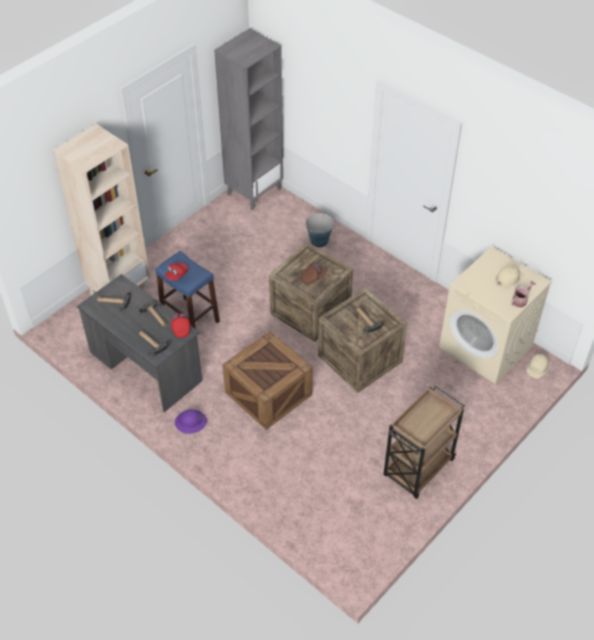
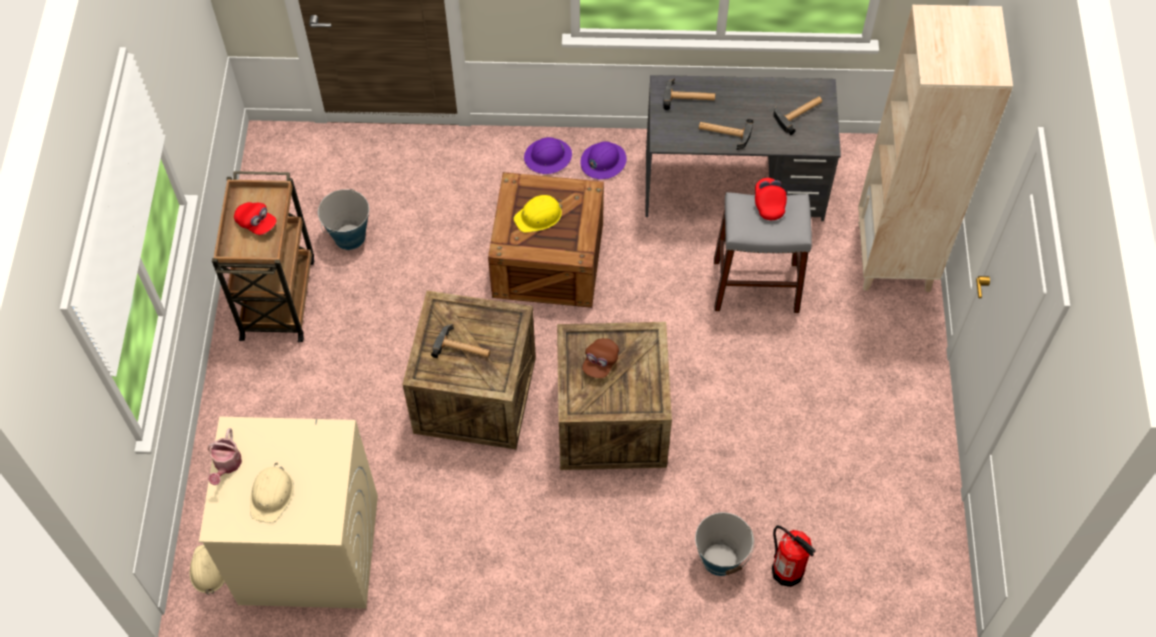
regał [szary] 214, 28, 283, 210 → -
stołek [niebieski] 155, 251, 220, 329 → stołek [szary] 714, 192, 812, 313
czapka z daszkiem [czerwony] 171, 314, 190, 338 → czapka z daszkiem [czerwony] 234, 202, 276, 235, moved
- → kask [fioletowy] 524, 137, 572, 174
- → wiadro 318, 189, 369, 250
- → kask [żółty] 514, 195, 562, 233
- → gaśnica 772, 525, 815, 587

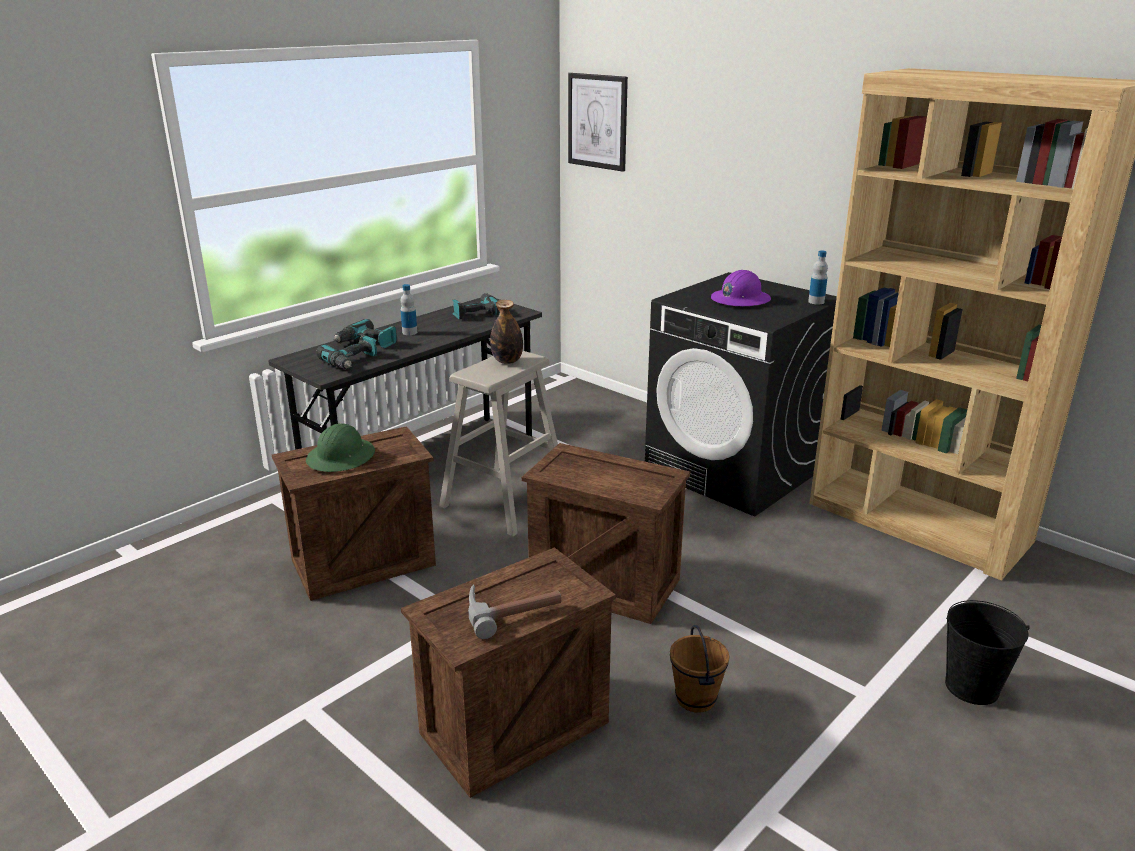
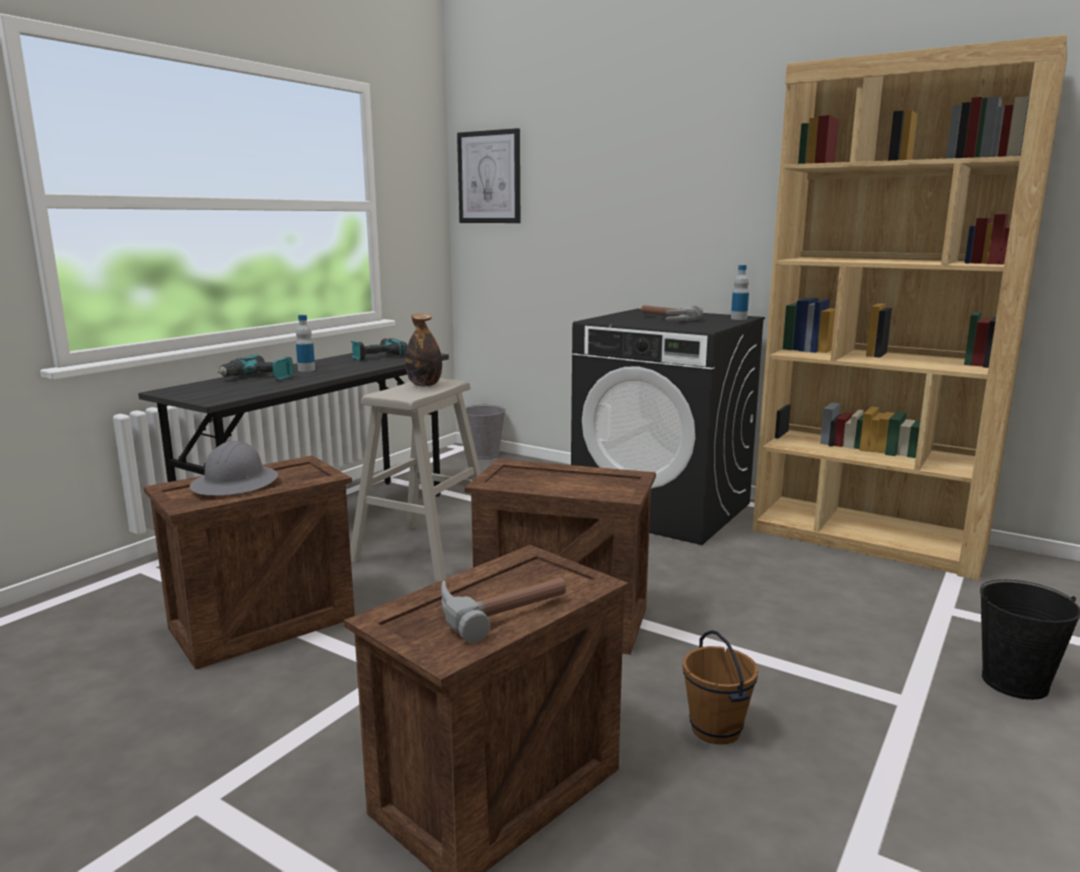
kask [fioletowy] 711, 270, 771, 306 → młotek 641, 305, 703, 321
wiertarka 316, 335, 378, 370 → -
kask [zielony] 306, 424, 375, 472 → kask [szary] 190, 441, 278, 496
- → wiadro [szary] 466, 405, 506, 460

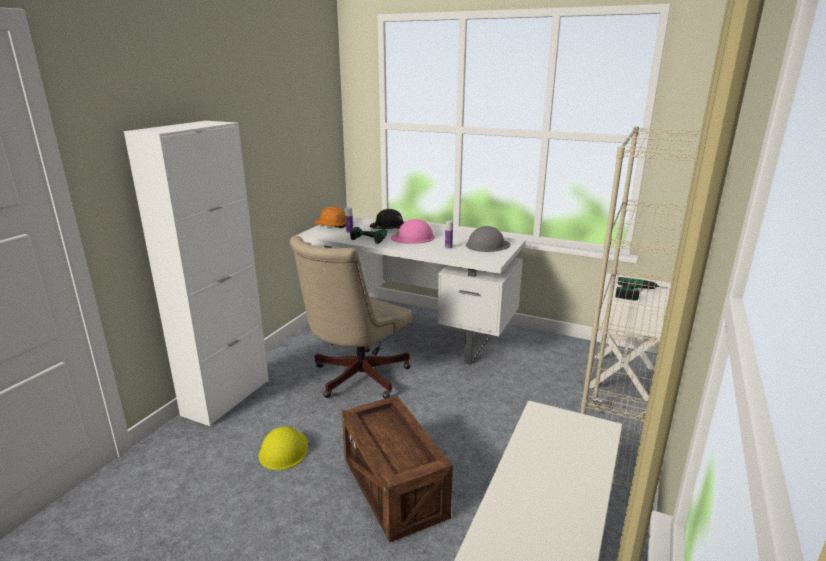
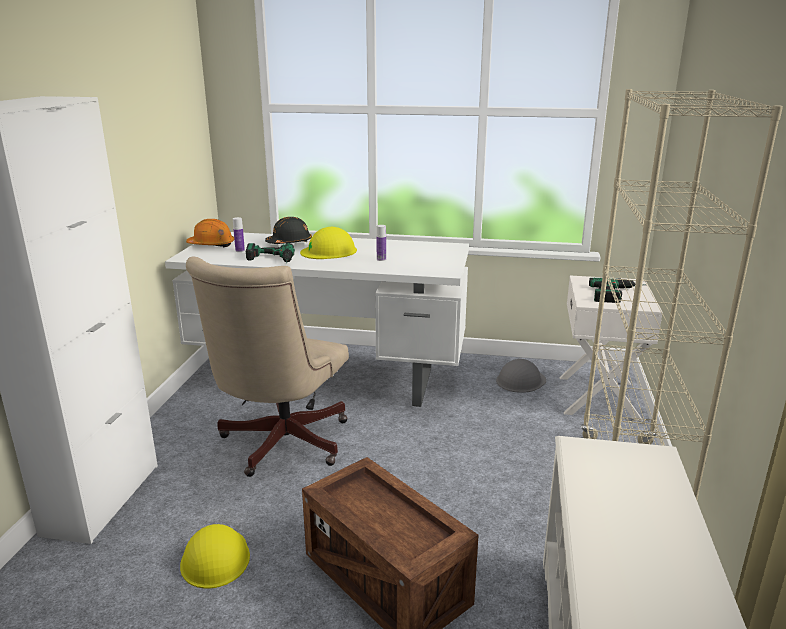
kask [różowy] 391, 219, 435, 243 → kask [żółty] 300, 227, 357, 259
kask [szary] 466, 226, 510, 252 → kask [szary] 496, 359, 546, 393, moved

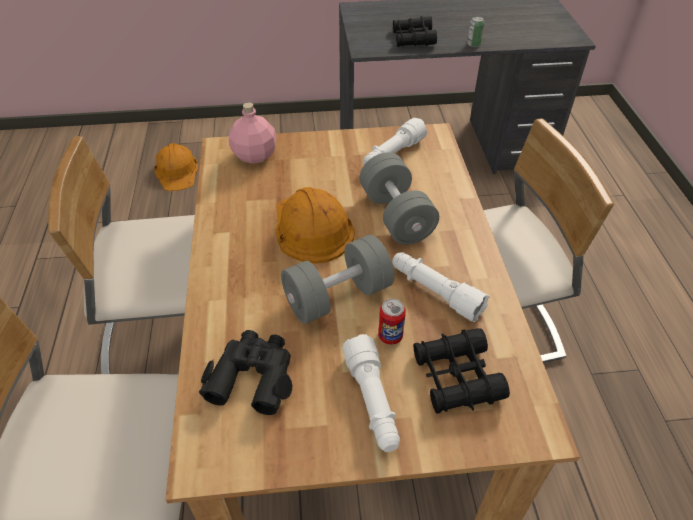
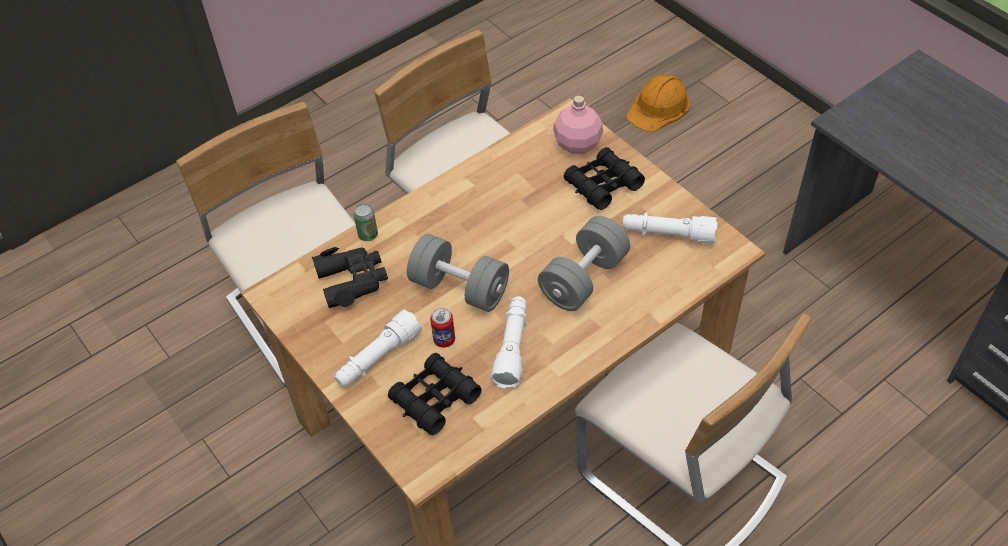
lornetka [czarny] 393, 16, 437, 47 → lornetka [czarny] 564, 147, 645, 210, moved
puszka 467, 16, 484, 47 → puszka 354, 204, 378, 241, moved
kask [pomarańczowy] 276, 187, 355, 264 → -

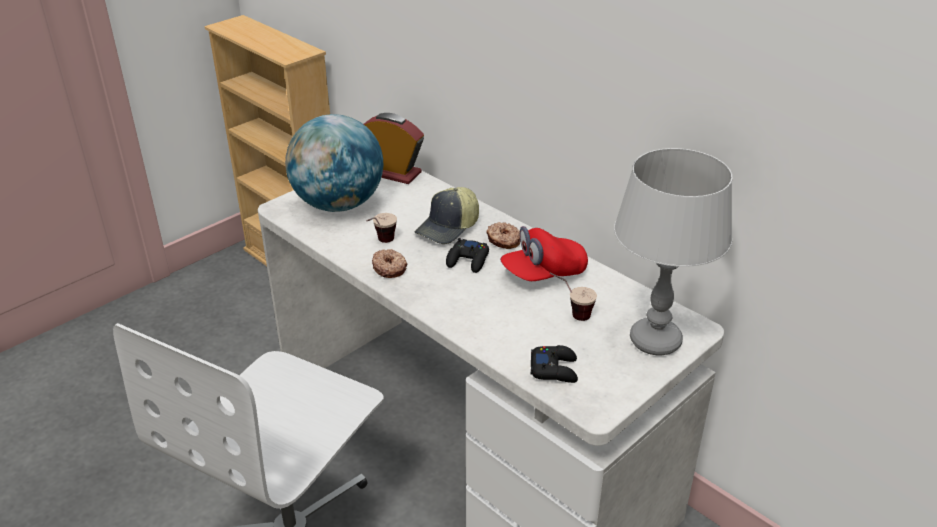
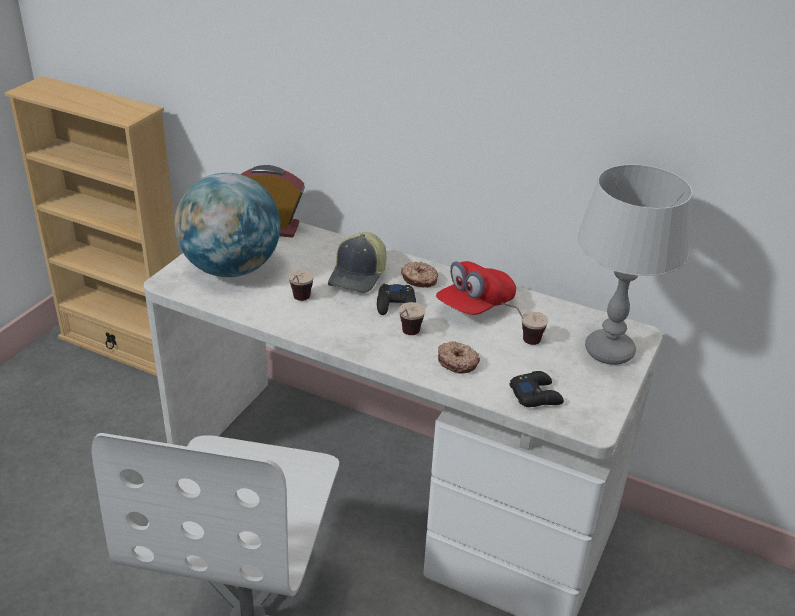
donut 372, 249, 408, 278 → donut 438, 341, 480, 374, moved
- → filiżanka 399, 302, 425, 335

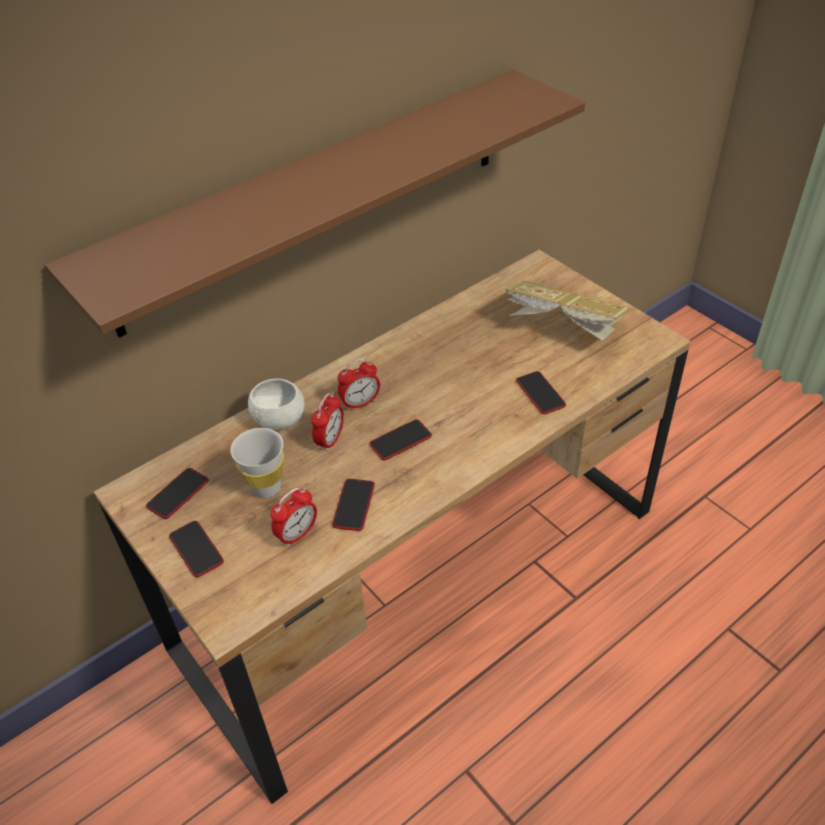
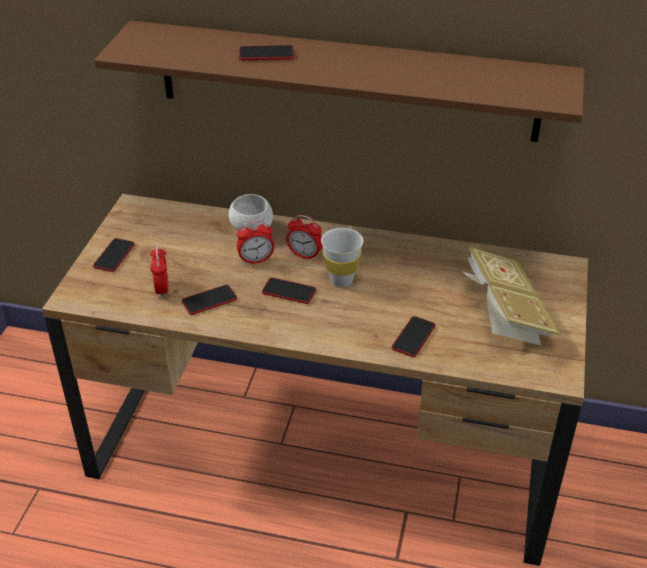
filiżanka [biały] 230, 428, 284, 499 → filiżanka [biały] 321, 228, 363, 287, moved
telefon 146, 468, 209, 519 → telefon 239, 45, 294, 60, moved
budzik 270, 488, 317, 547 → budzik 150, 245, 168, 298, 105 degrees counterclockwise

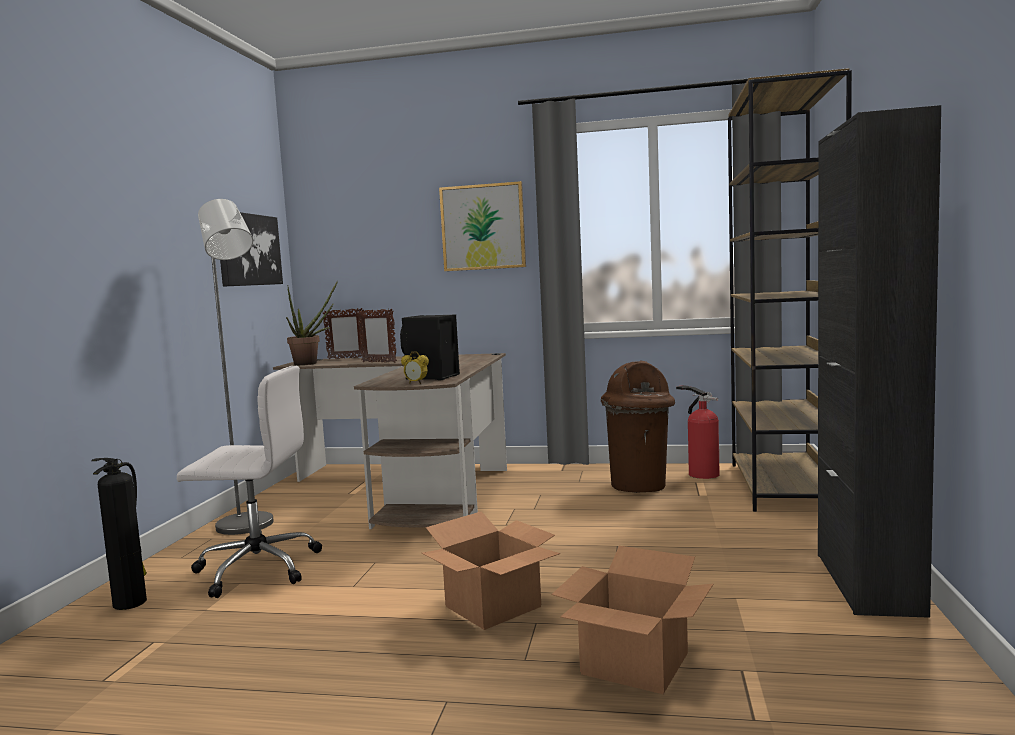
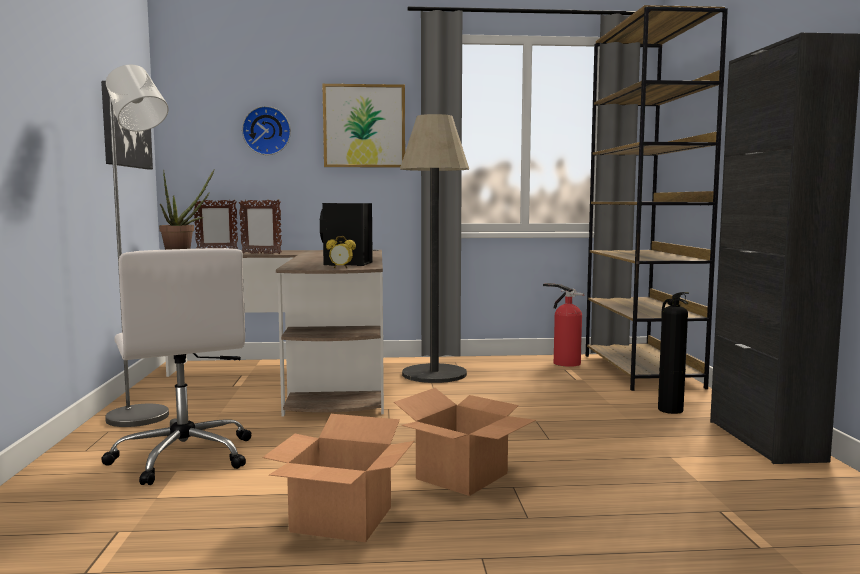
kosz na śmieci [brązowy] 601, 360, 675, 493 → -
krzesło biurowe [biały] 177, 366, 322, 598 → krzesło biurowe [biały] 101, 248, 252, 485, 75 degrees clockwise
gaśnica 92, 458, 147, 610 → gaśnica 658, 292, 689, 414, moved
karton 551, 546, 714, 694 → karton 262, 414, 414, 542, moved
- → zegar ścienny 242, 106, 291, 155
- → lampa stojąca 400, 114, 469, 383

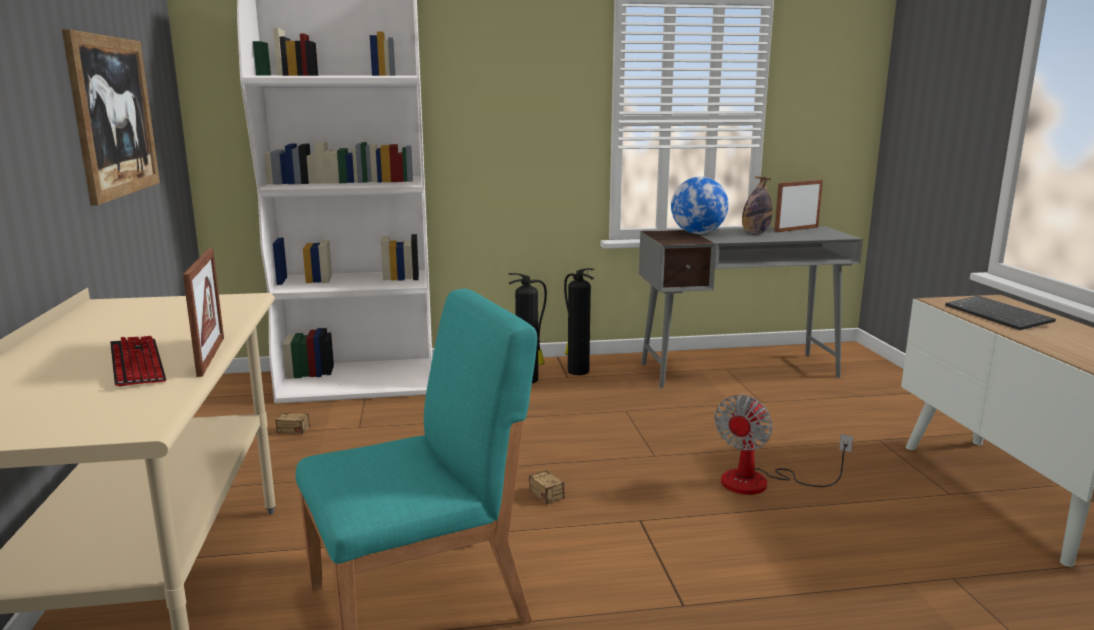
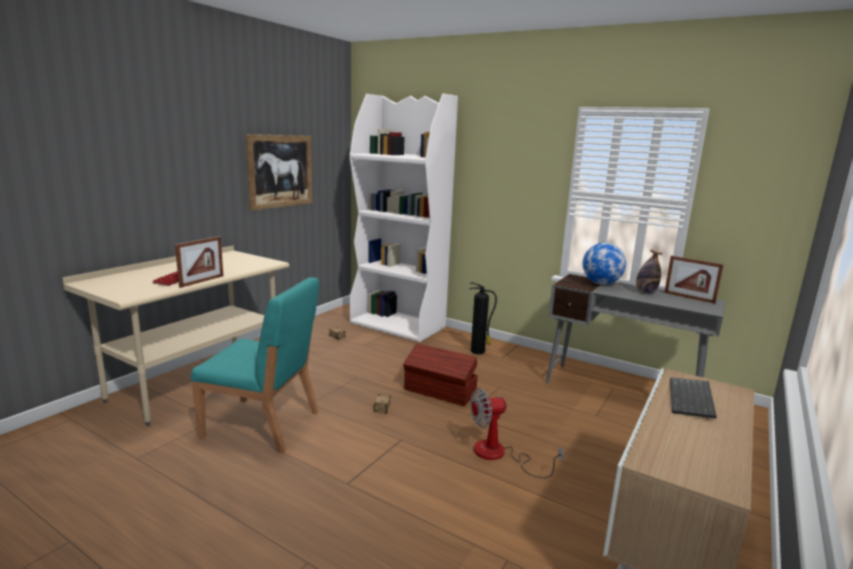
ramka na zdjęcie 774, 180, 823, 233 → ramka na zdjęcie 664, 256, 724, 304, 150 degrees counterclockwise
gaśnica 564, 268, 594, 375 → -
- → pojemnik do przechowywania [brązowy] 403, 343, 478, 406

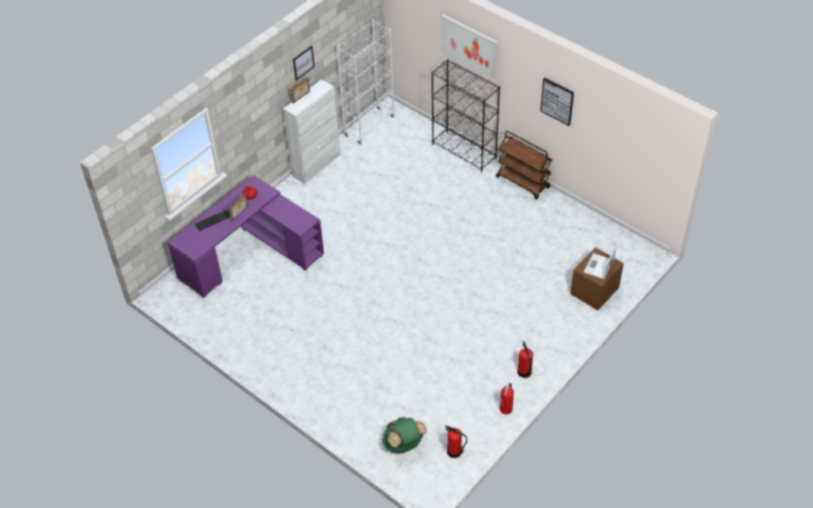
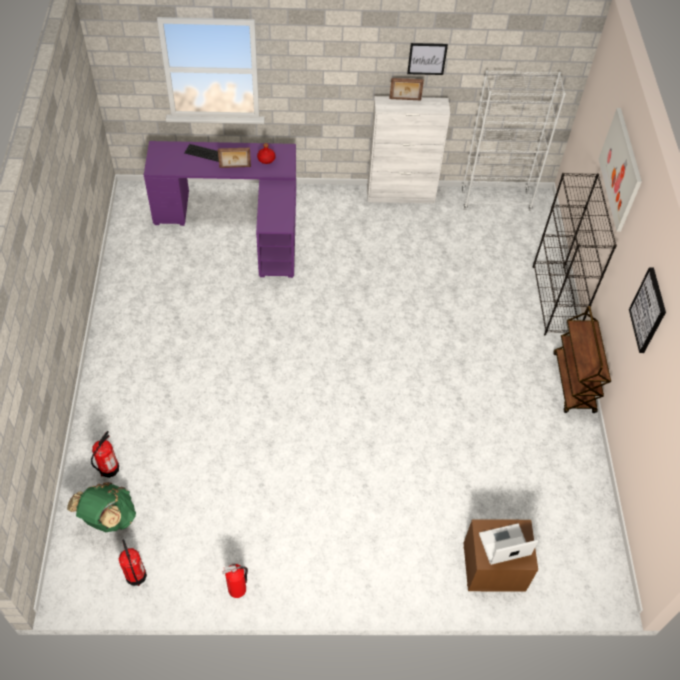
gaśnica 517, 341, 533, 378 → gaśnica 91, 431, 119, 478, moved

